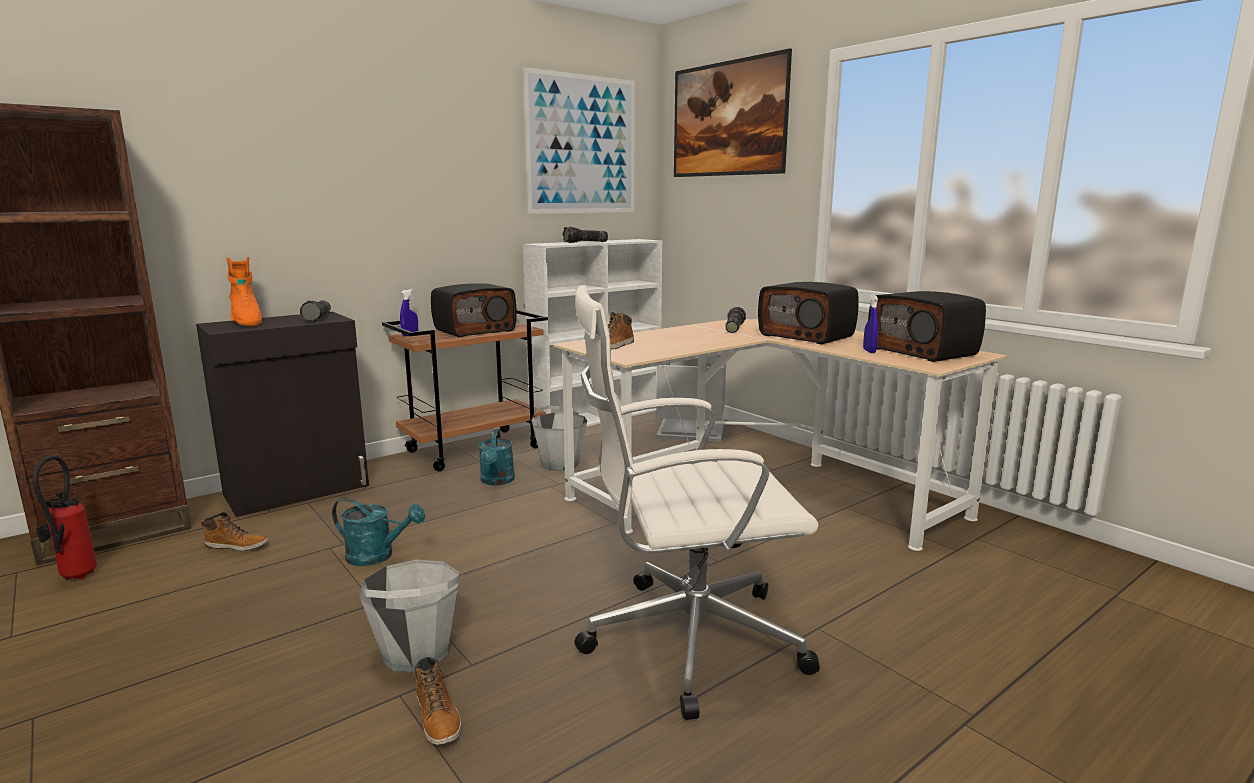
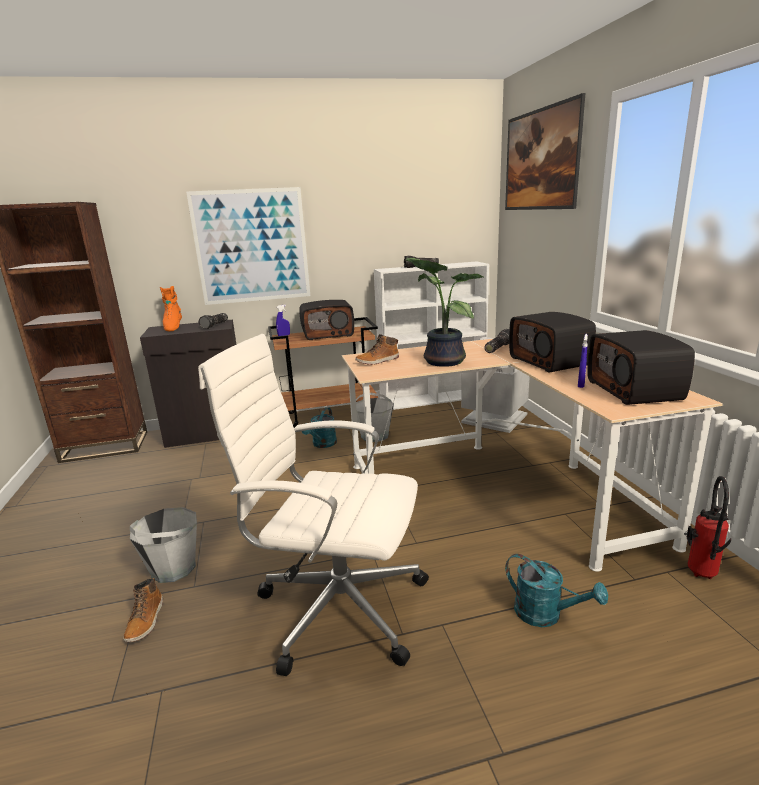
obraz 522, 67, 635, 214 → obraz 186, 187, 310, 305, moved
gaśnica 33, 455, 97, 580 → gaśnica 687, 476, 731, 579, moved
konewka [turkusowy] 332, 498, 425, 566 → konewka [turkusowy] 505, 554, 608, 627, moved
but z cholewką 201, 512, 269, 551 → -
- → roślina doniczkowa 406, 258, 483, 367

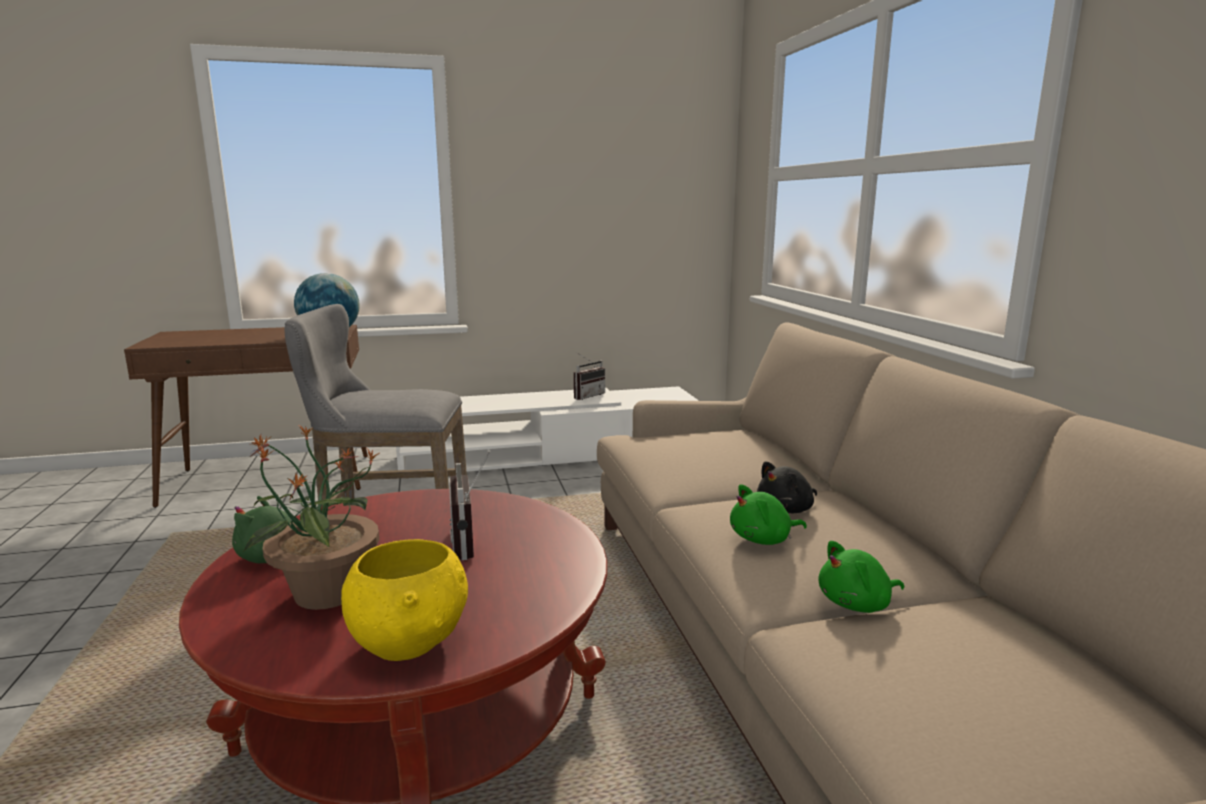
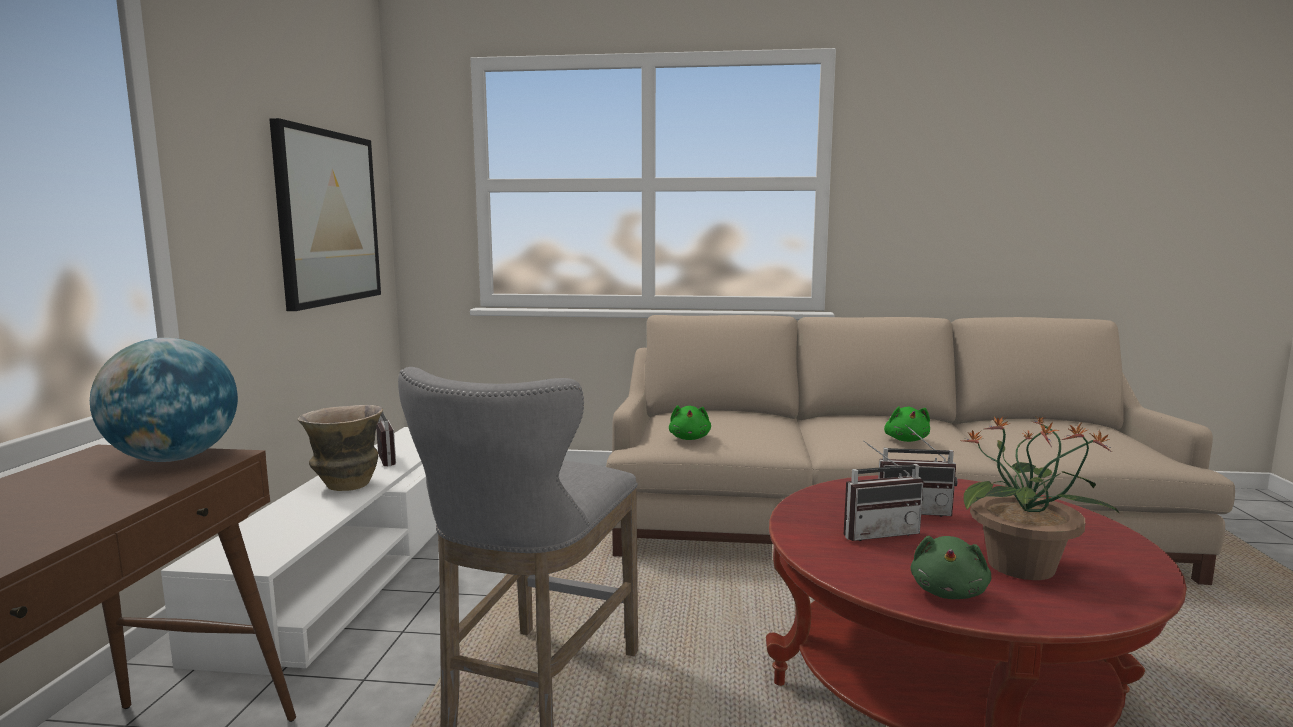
pluszak [czarny] 757, 461, 817, 513 → -
miska [żółty] 341, 539, 468, 661 → -
pluszak [zielony] 818, 541, 904, 613 → pluszak [zielony] 669, 405, 711, 440, moved
- → obraz 269, 118, 381, 311
- → wazon 297, 405, 383, 491
- → radio 844, 441, 924, 541

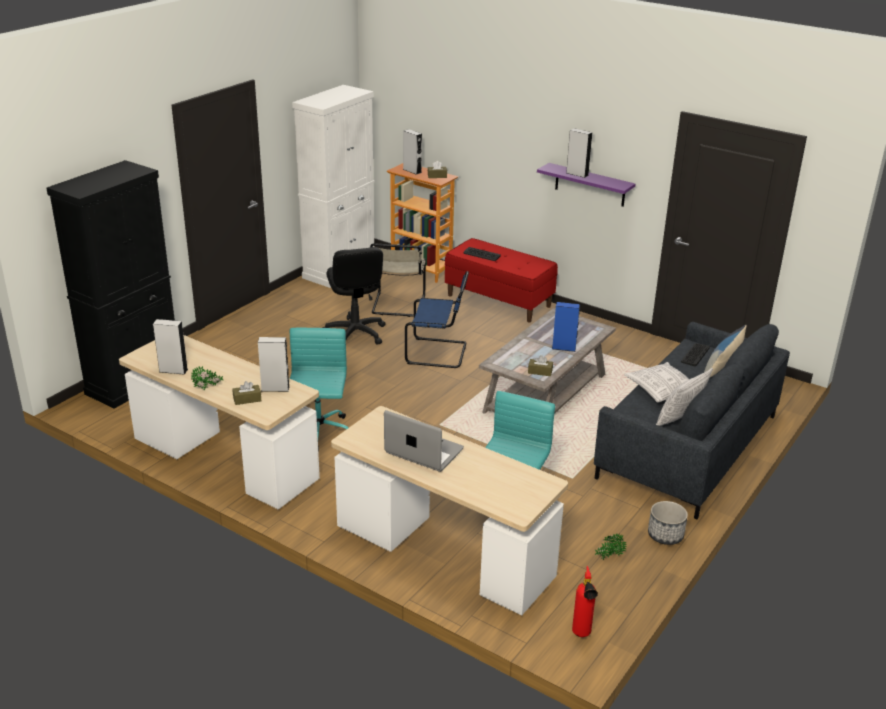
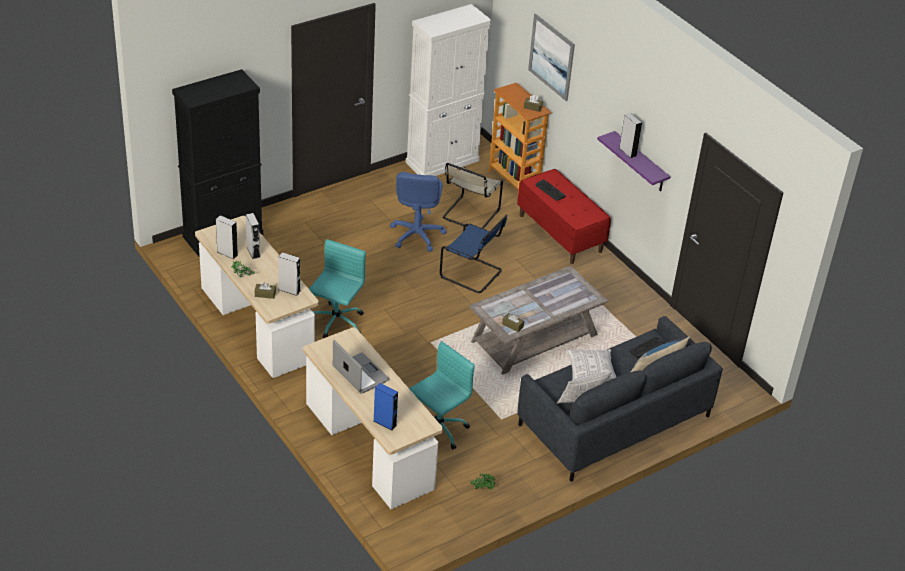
głośnik [szary] 403, 129, 422, 175 → głośnik [szary] 246, 213, 260, 259, moved
krzesło biurowe [czarny] 323, 247, 386, 345 → krzesło biurowe [niebieski] 390, 172, 446, 252
głośnik [niebieski] 552, 302, 580, 352 → głośnik [niebieski] 374, 383, 398, 431, moved
donica 648, 501, 688, 545 → -
gaśnica 572, 566, 598, 637 → -
- → obraz 528, 14, 575, 101

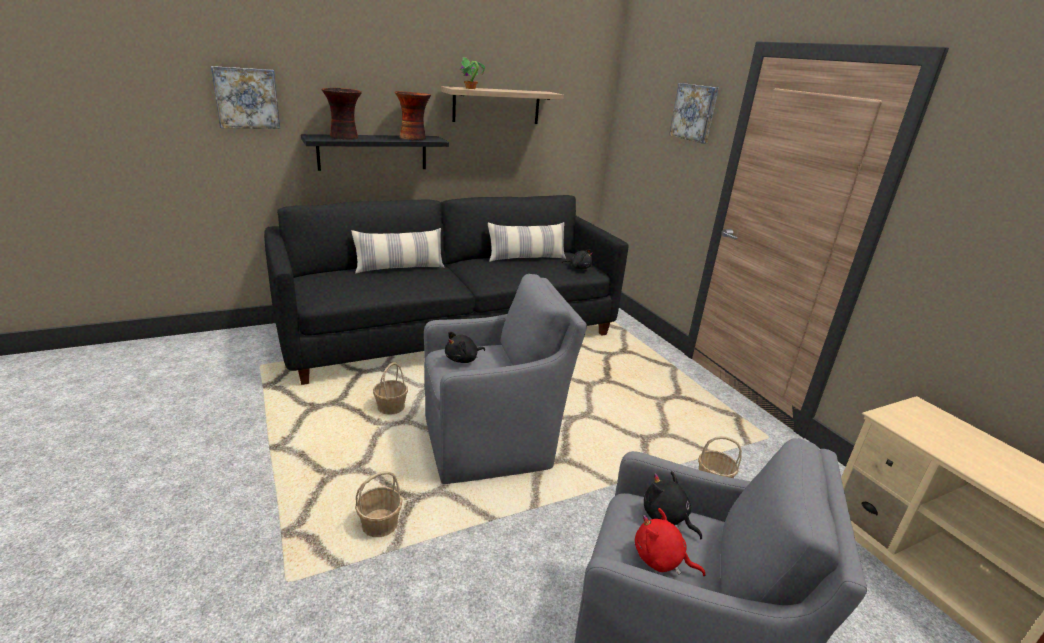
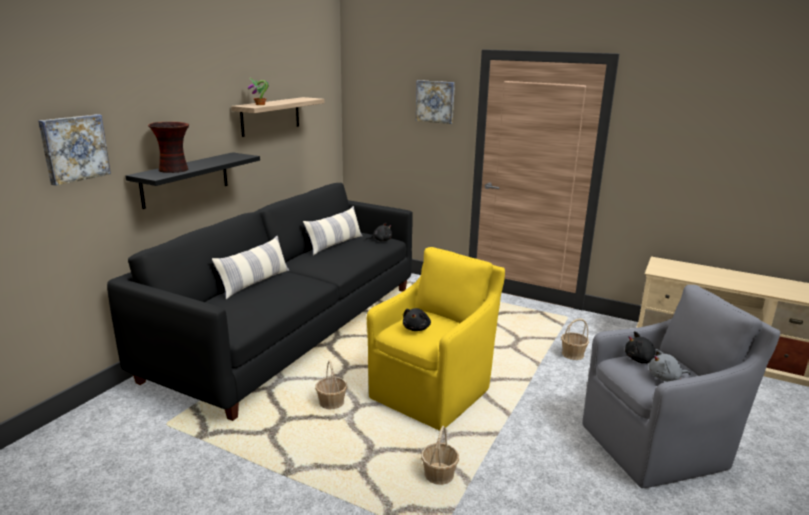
wazon 395, 91, 431, 140 → -
fotel [szary] 424, 274, 587, 484 → fotel [żółty] 367, 247, 505, 431
pluszak [czerwony] 635, 508, 706, 576 → pluszak [szary] 649, 349, 691, 382

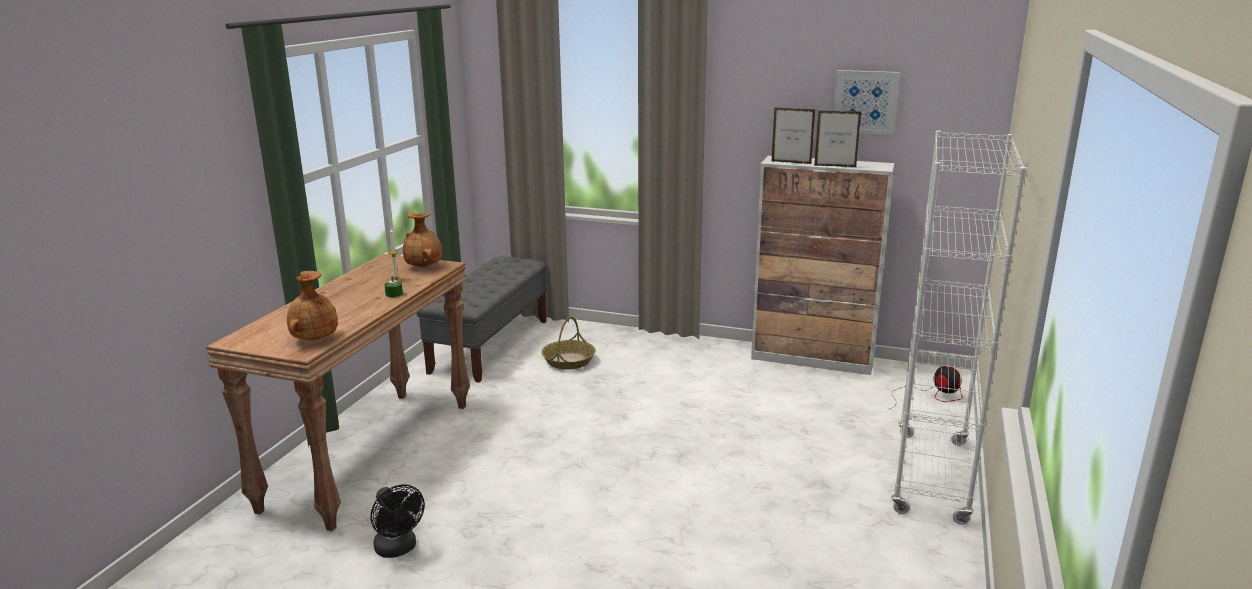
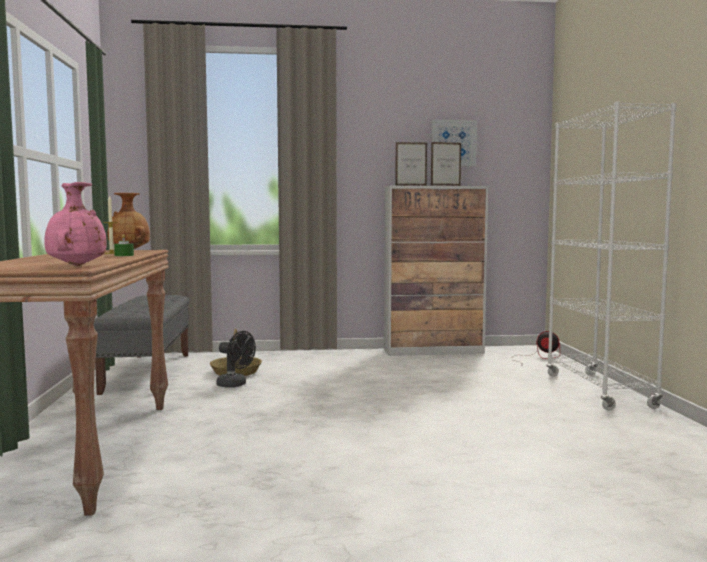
wazon [brązowy] 287, 271, 338, 340 → wazon [różowy] 45, 182, 107, 266
wentylator [czarny] 370, 484, 425, 558 → wentylator [czarny] 217, 331, 256, 388, moved

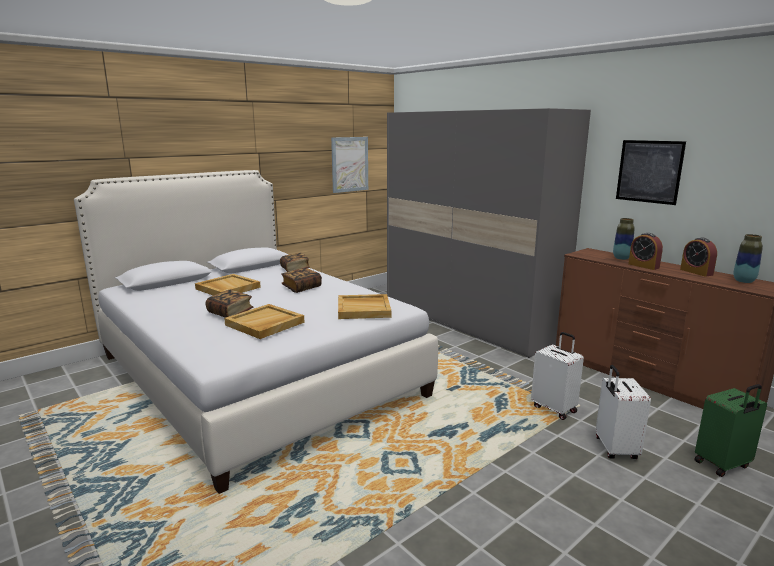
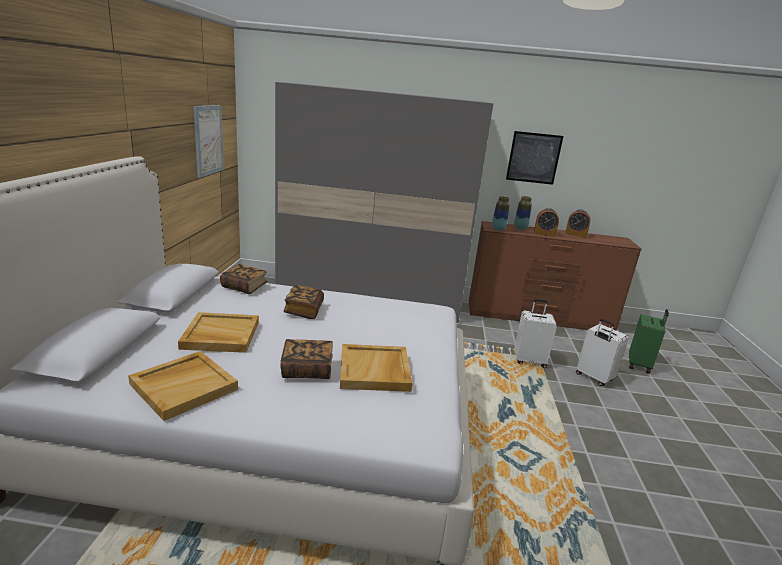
wazon 733, 234, 763, 283 → wazon 492, 196, 510, 231, moved
taca [beżowy] 338, 294, 391, 319 → taca [beżowy] 128, 351, 238, 421, moved

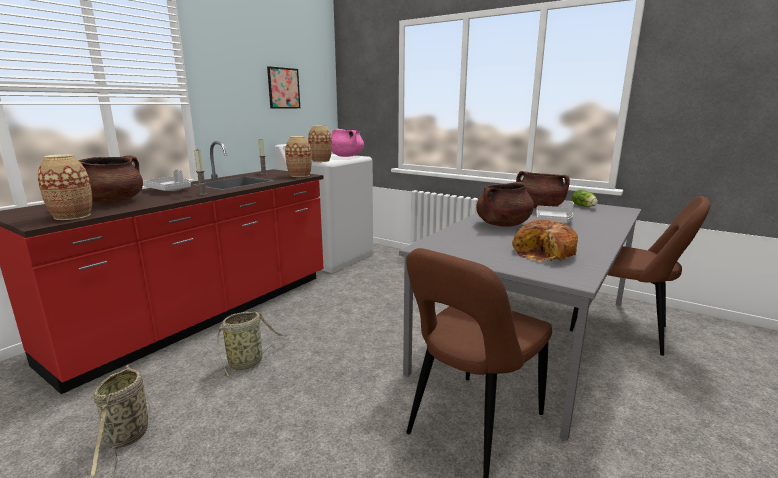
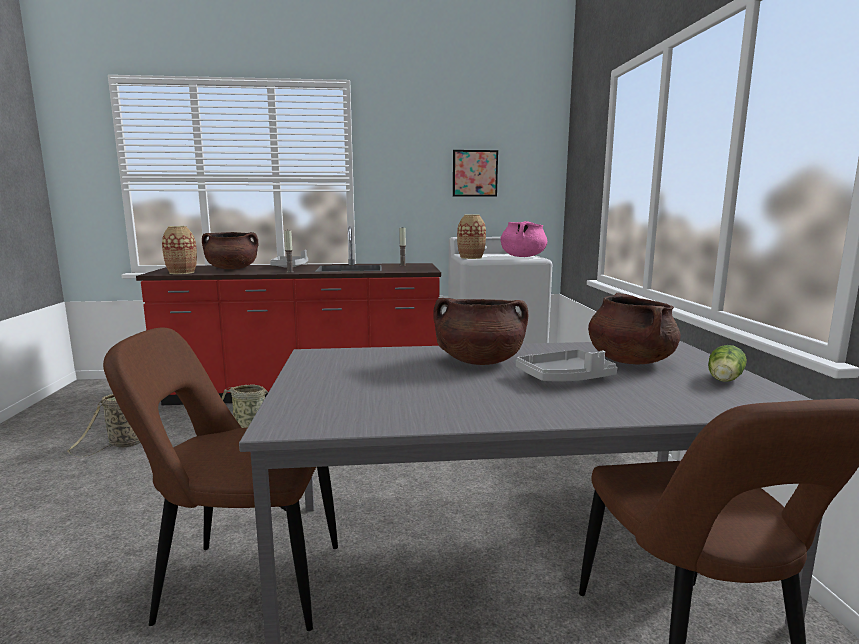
wazon 285, 136, 312, 177 → -
chleb 512, 220, 578, 261 → -

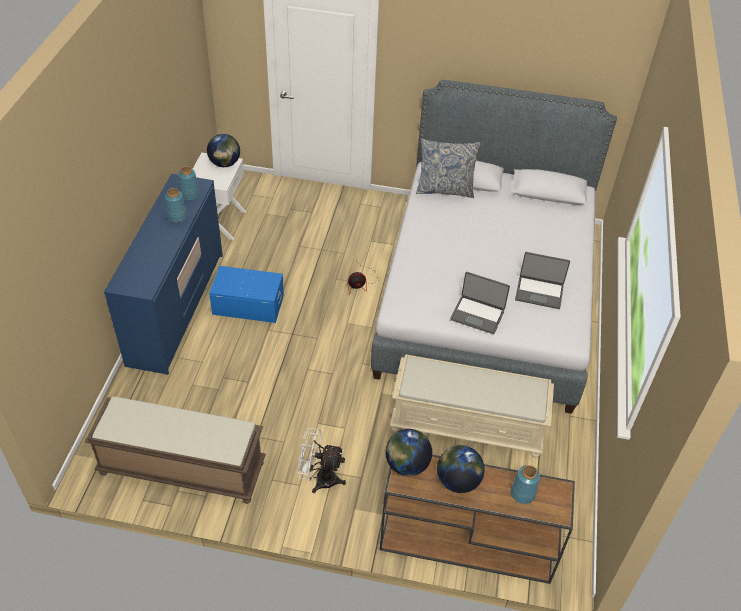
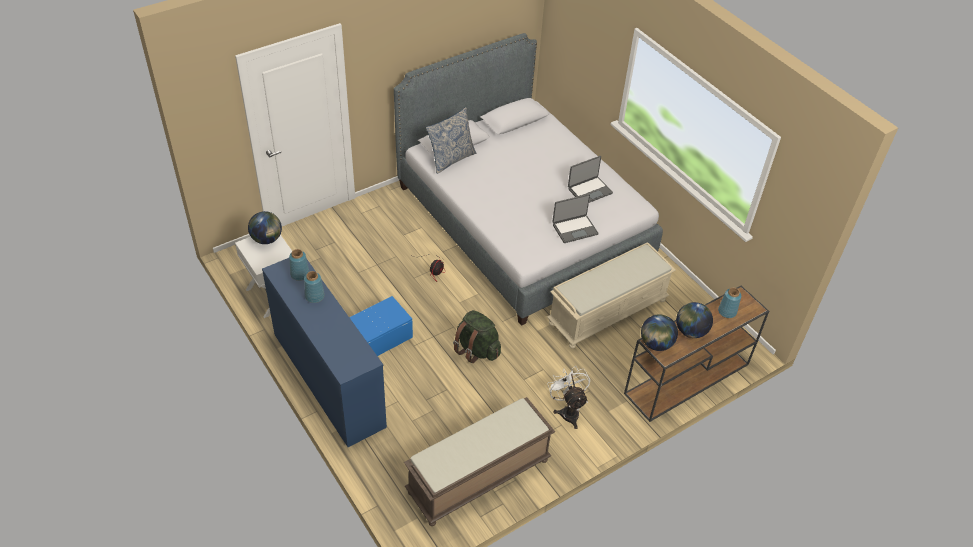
wentylator [biały] 297, 428, 346, 493 → wentylator [biały] 547, 367, 590, 429, 105 degrees clockwise
- → plecak [zielony] 453, 310, 501, 363

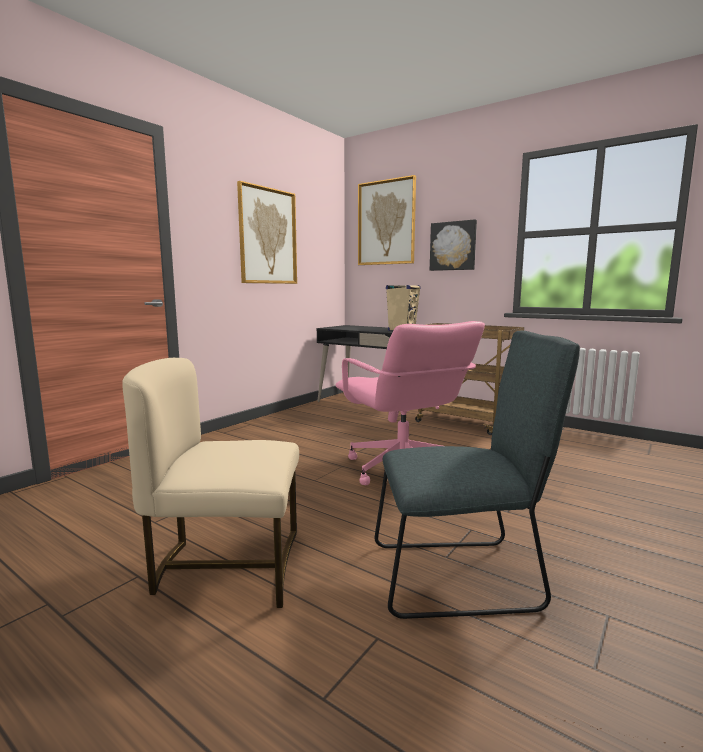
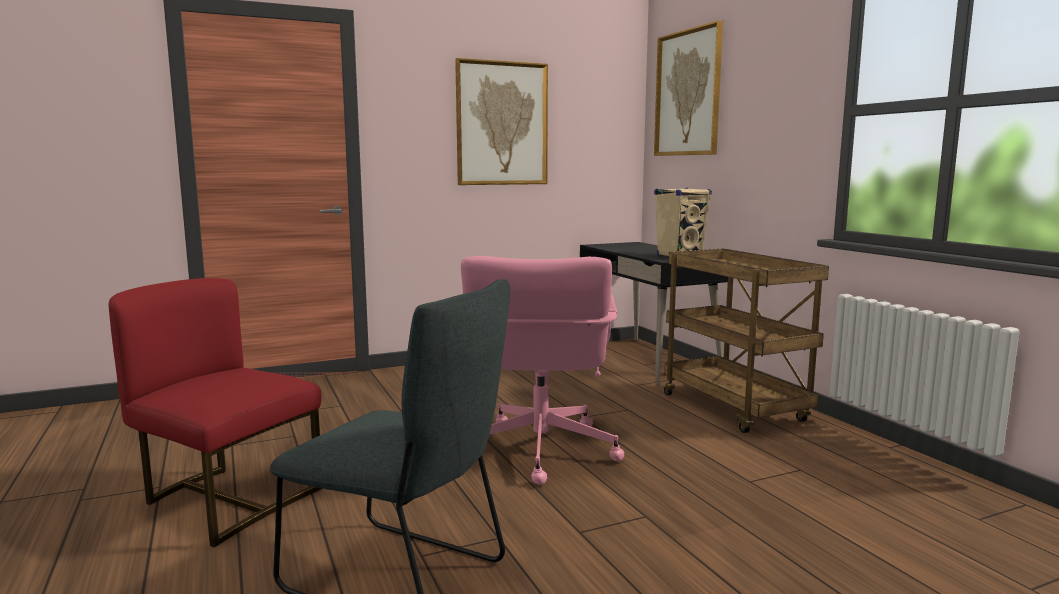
obraz 430, 219, 477, 271 → -
krzesło [beżowy] 122, 358, 299, 608 → krzesło [czerwony] 109, 278, 323, 547

